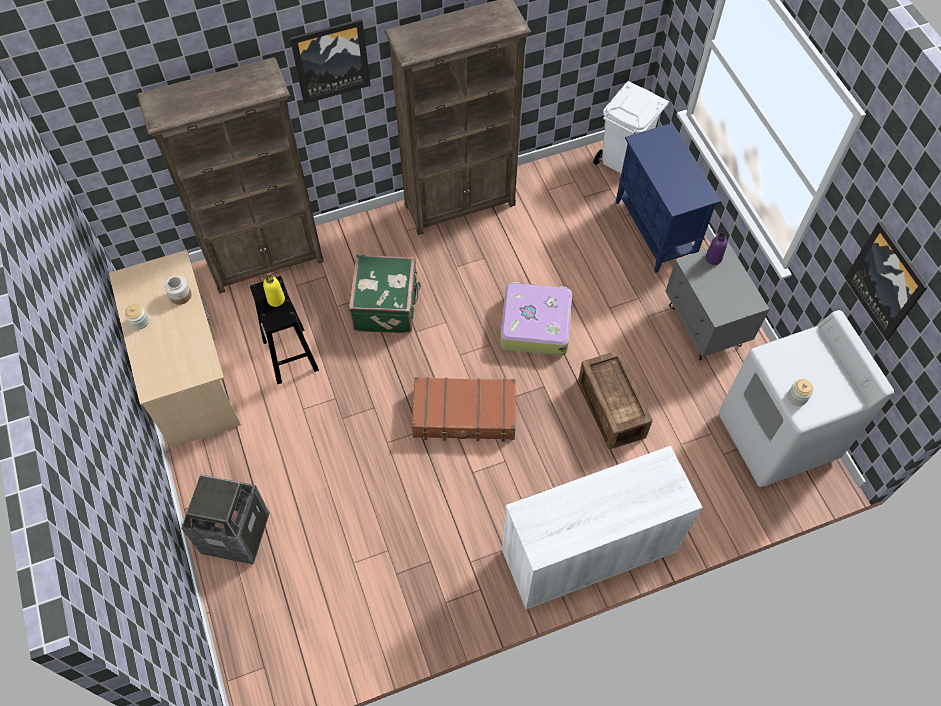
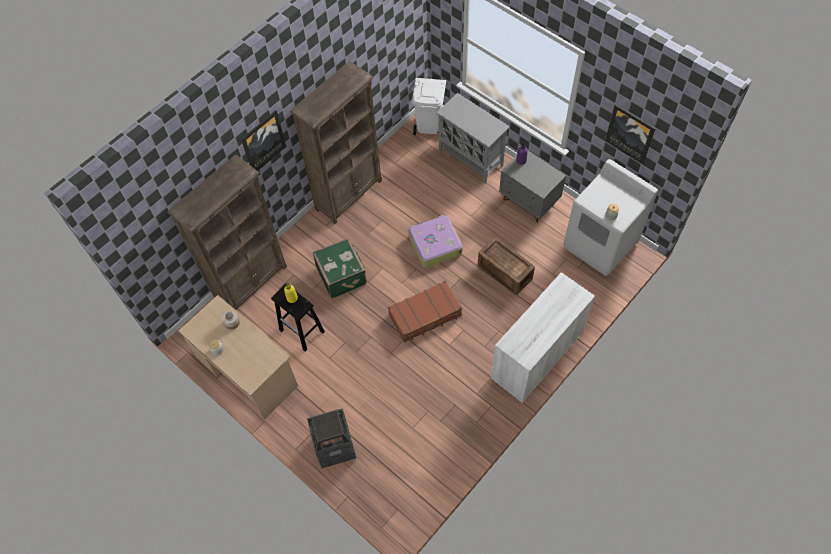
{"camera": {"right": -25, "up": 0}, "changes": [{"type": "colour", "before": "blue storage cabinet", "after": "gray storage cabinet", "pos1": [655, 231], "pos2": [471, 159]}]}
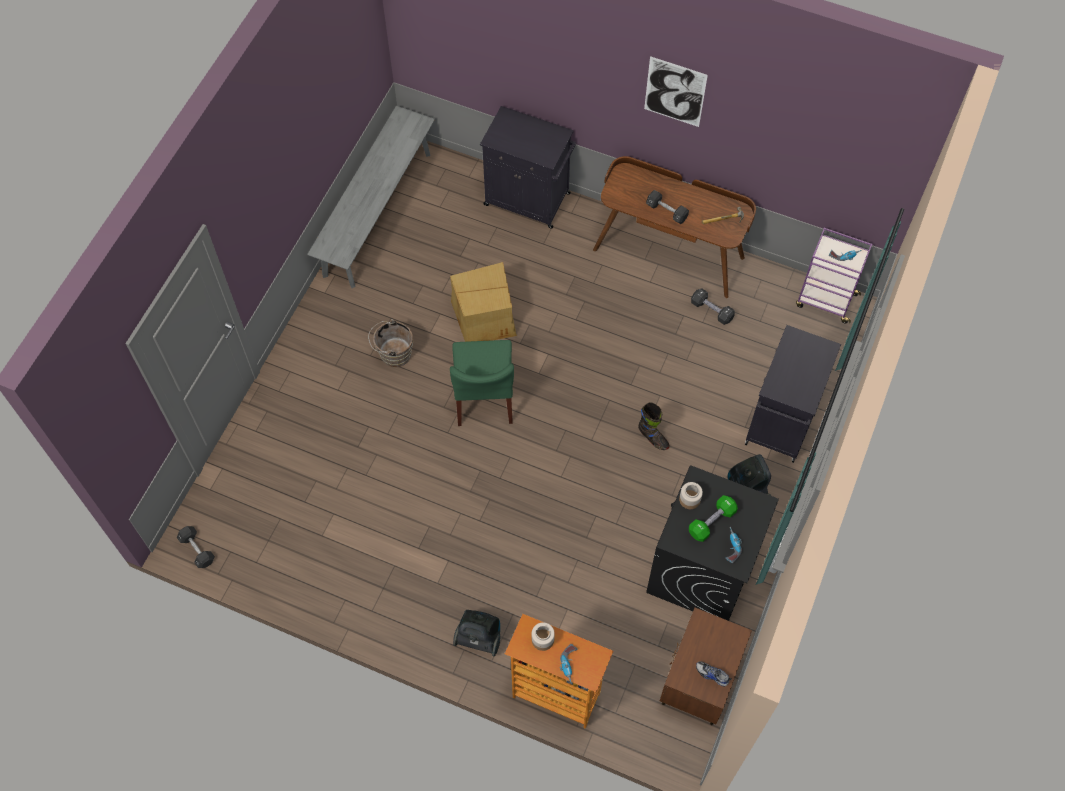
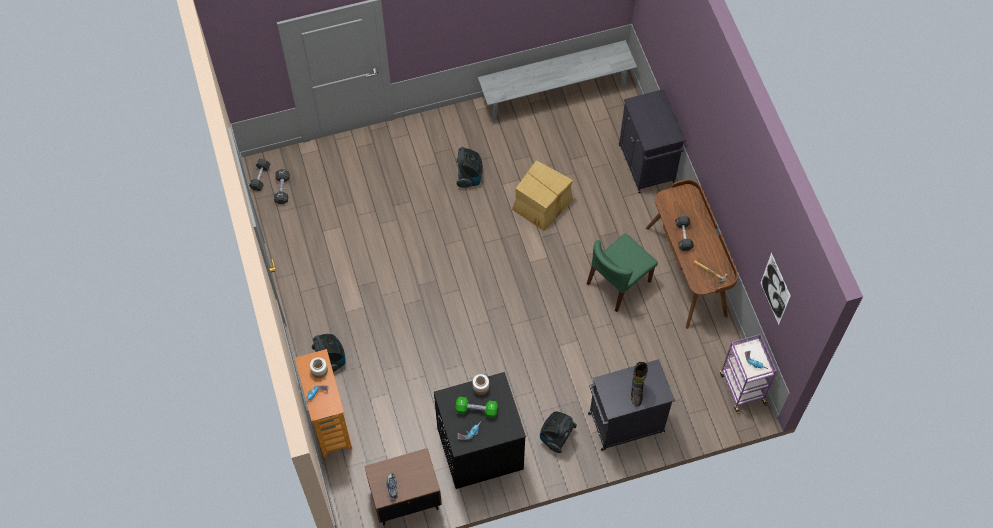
{"camera": {"right": 50, "up": 0}, "changes": [{"type": "relocated", "before": "green upright chair", "pos1": [484, 397], "pos2": [618, 283]}, {"type": "relocated", "before": "black-coloured tall boot", "pos1": [653, 438], "pos2": [636, 392]}, {"type": "relocated", "before": "wall art", "pos1": [675, 92], "pos2": [775, 289]}, {"type": "relocated", "before": "black-coloured dumbbell", "pos1": [711, 310], "pos2": [282, 190]}, {"type": "exchanged", "before": "brown water bucket", "after": "vacuum", "pos1": [393, 354], "pos2": [469, 176]}]}
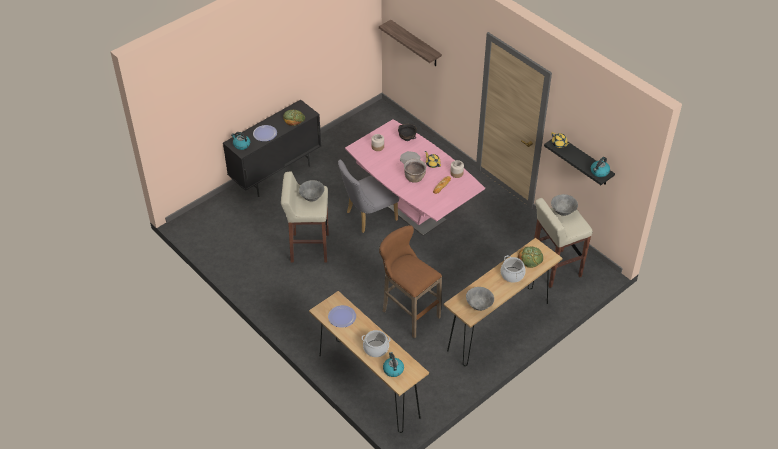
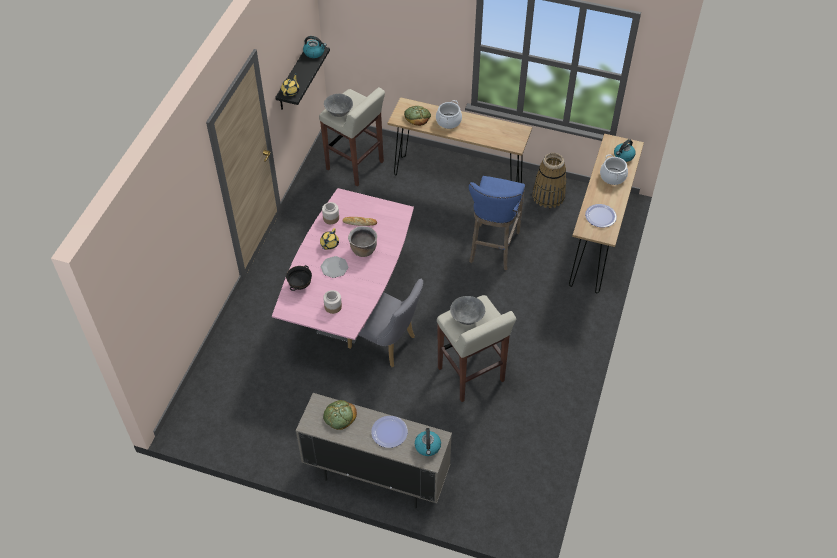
{"camera": {"right": -120, "up": 5}, "changes": [{"type": "missing", "before": "bracket shelf", "pos1": [415, 44]}, {"type": "missing", "before": "gray serving bowl", "pos1": [479, 306]}, {"type": "appeared", "after": "storage basket", "pos2": [548, 196]}, {"type": "colour", "before": "black-coloured storage cabinet", "after": "sand-coloured storage cabinet", "pos1": [276, 174], "pos2": [376, 477]}, {"type": "colour", "before": "brown sitting stool", "after": "blue sitting stool", "pos1": [408, 313], "pos2": [493, 249]}]}
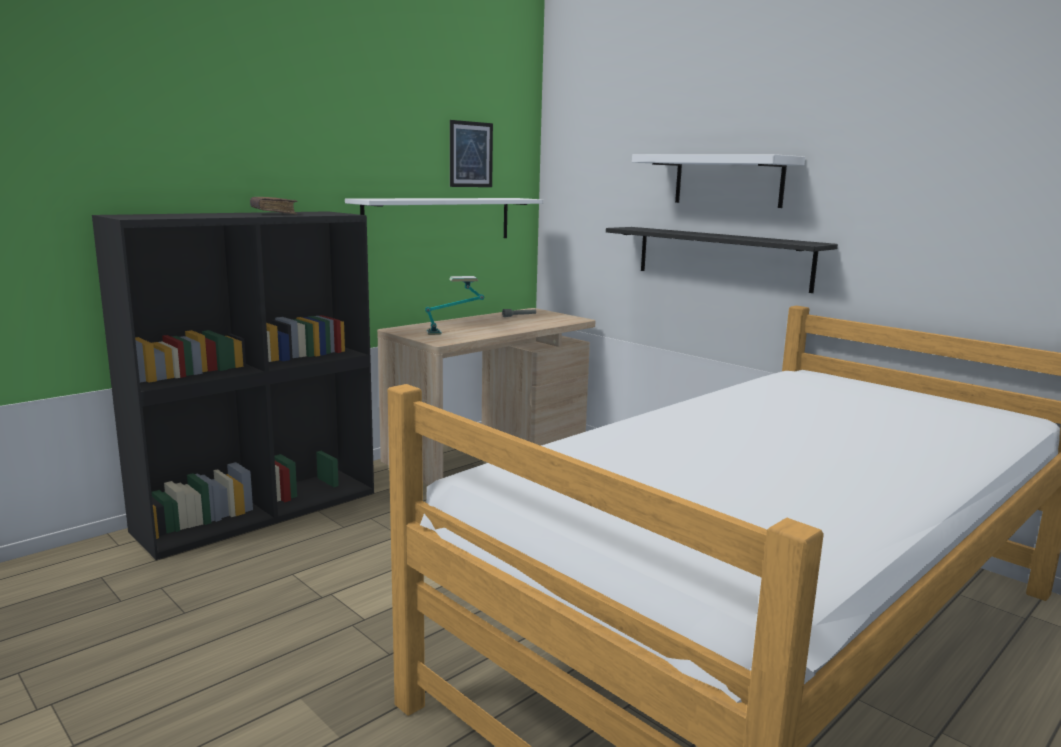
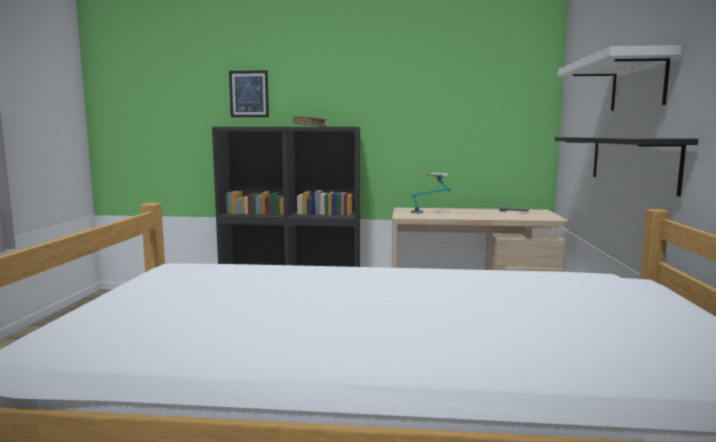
{"camera": {"right": 50, "up": -5}, "changes": [{"type": "missing", "before": "white bracket shelf", "pos1": [439, 219]}, {"type": "relocated", "before": "wall art", "pos1": [471, 154], "pos2": [249, 94]}]}
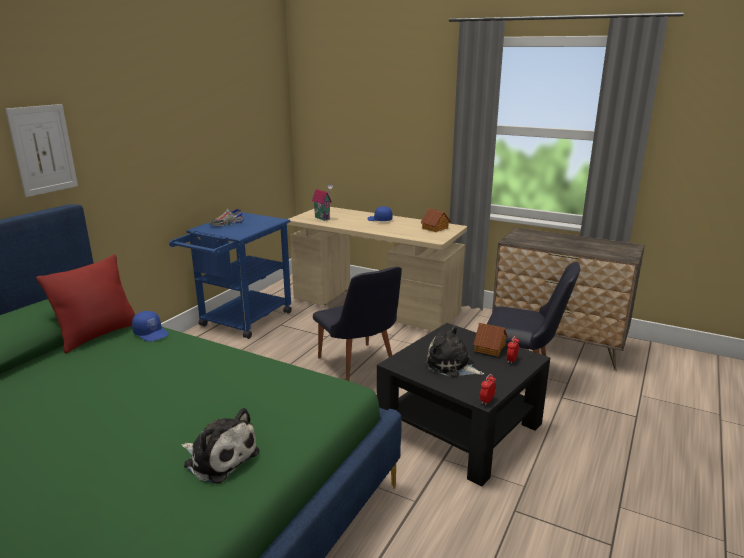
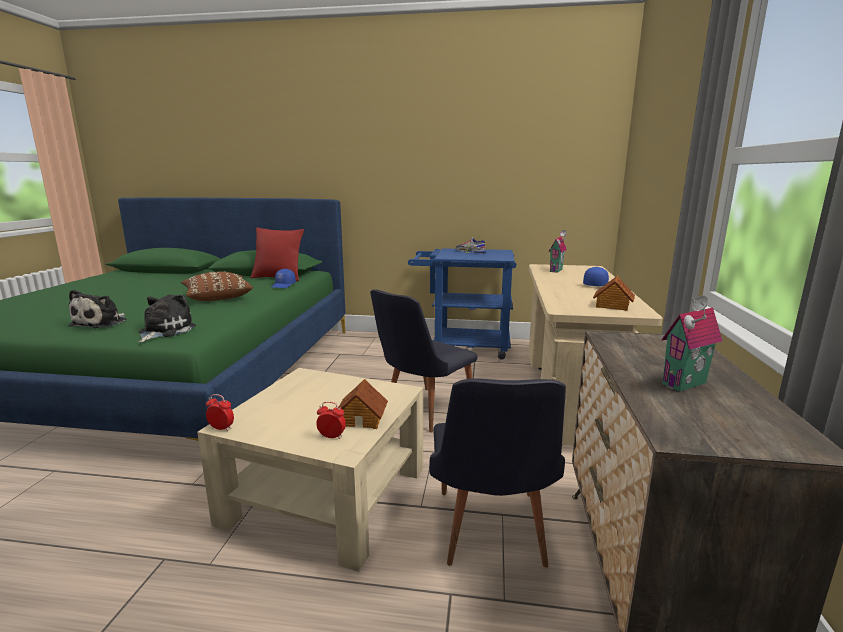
{"camera": {"right": 70, "up": -5}, "changes": [{"type": "missing", "before": "wall art", "pos1": [43, 149]}, {"type": "appeared", "after": "brown cushion", "pos2": [218, 297]}, {"type": "appeared", "after": "toy house", "pos2": [686, 385]}, {"type": "relocated", "before": "soft toy", "pos1": [452, 366], "pos2": [164, 331]}, {"type": "colour", "before": "black-coloured coffee table", "after": "sand-coloured coffee table", "pos1": [460, 428], "pos2": [326, 494]}]}
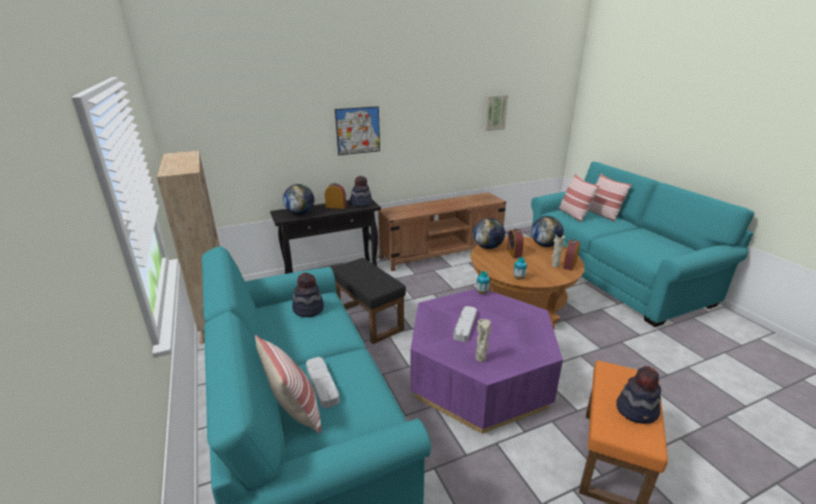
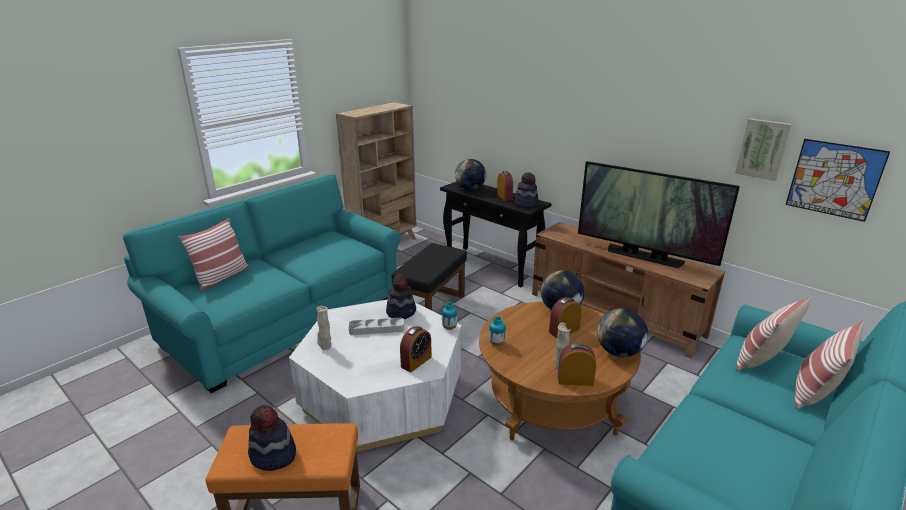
{"camera": {"right": 65, "up": 0}, "changes": [{"type": "missing", "before": "gray serving tray", "pos1": [322, 384]}, {"type": "appeared", "after": "bedside clock", "pos2": [416, 362]}, {"type": "appeared", "after": "television", "pos2": [643, 256]}, {"type": "relocated", "before": "wearable hat", "pos1": [308, 309], "pos2": [401, 311]}, {"type": "relocated", "before": "wall art", "pos1": [358, 130], "pos2": [834, 179]}, {"type": "colour", "before": "purple coffee table", "after": "white coffee table", "pos1": [479, 376], "pos2": [383, 394]}]}
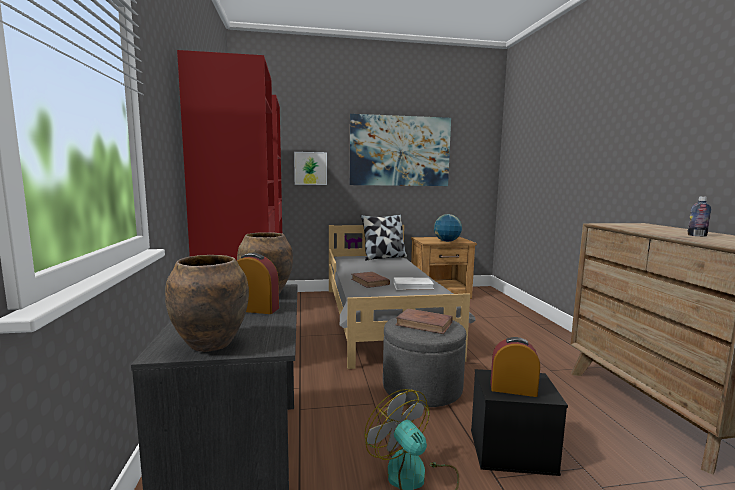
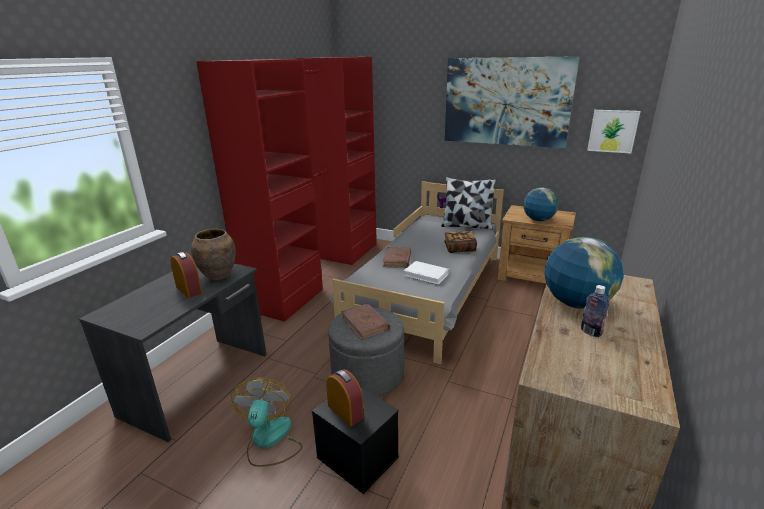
{"camera": {"right": 35, "up": 15}, "changes": [{"type": "missing", "before": "brown flower vase", "pos1": [211, 344]}, {"type": "appeared", "after": "book", "pos2": [459, 248]}, {"type": "appeared", "after": "globe", "pos2": [576, 303]}, {"type": "relocated", "before": "wall art", "pos1": [310, 168], "pos2": [612, 131]}]}
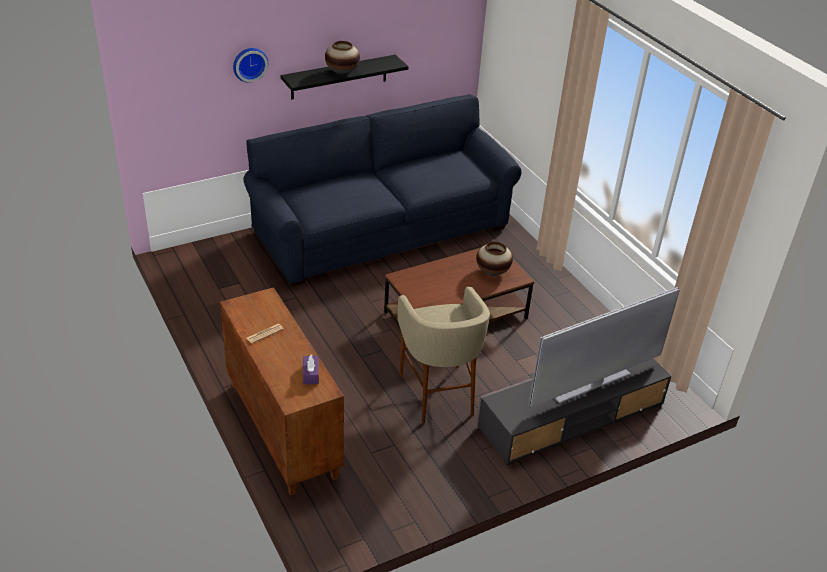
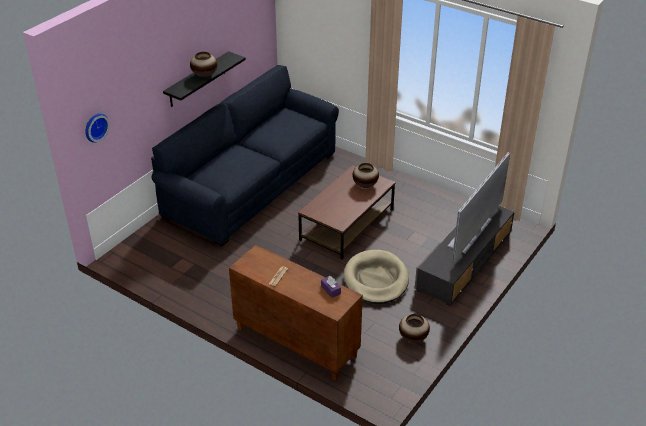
{"camera": {"right": -25, "up": 0}, "changes": [{"type": "appeared", "after": "flower vase", "pos2": [413, 337]}, {"type": "relocated", "before": "clock on the wall", "pos1": [249, 63], "pos2": [95, 127]}, {"type": "exchanged", "before": "sand-coloured sitting stool", "after": "sand-coloured dog cushion", "pos1": [438, 394], "pos2": [376, 279]}]}
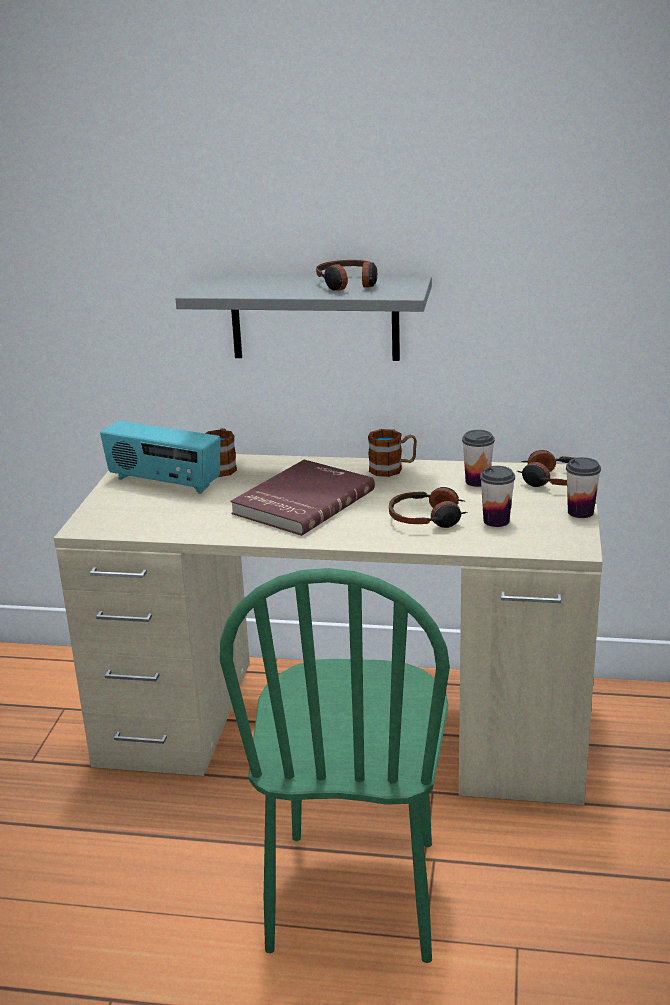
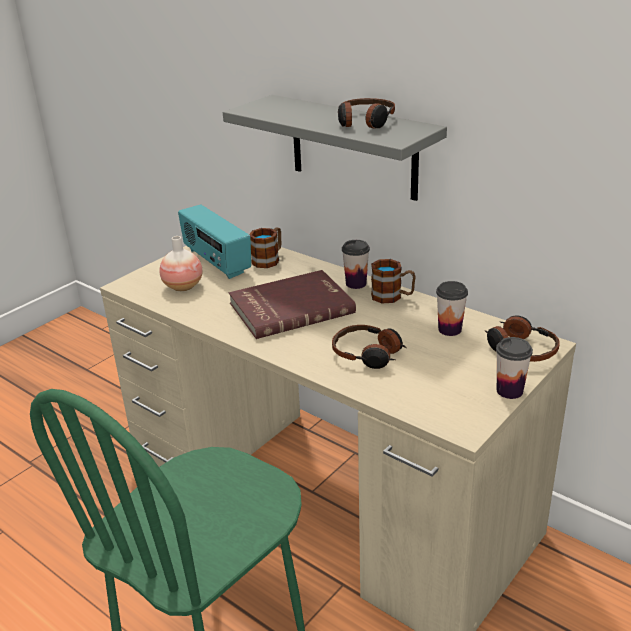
{"camera": {"right": 30, "up": 5}, "changes": [{"type": "appeared", "after": "flower vase", "pos2": [183, 286]}, {"type": "relocated", "before": "cup", "pos1": [496, 521], "pos2": [356, 283]}]}
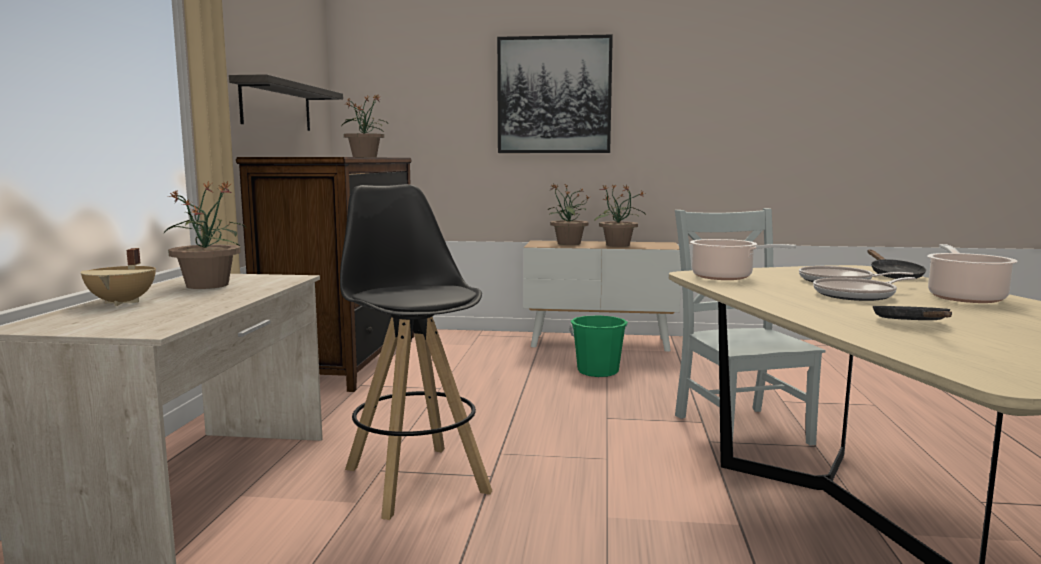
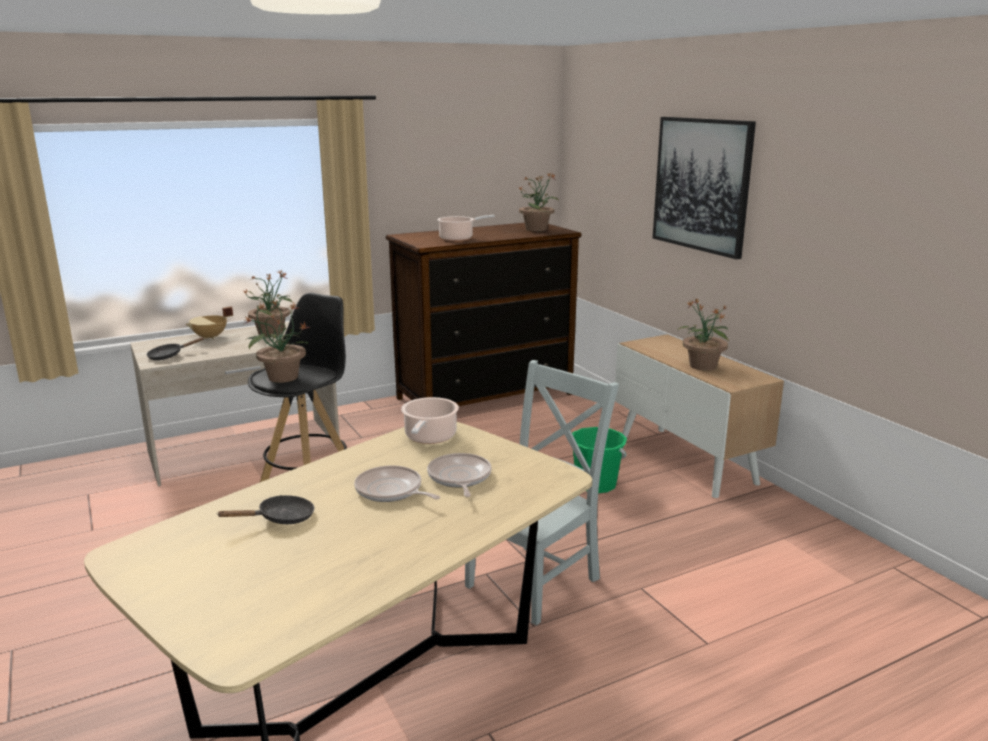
{"camera": {"right": 55, "up": 10}, "changes": [{"type": "missing", "before": "bracket shelf", "pos1": [277, 106]}, {"type": "relocated", "before": "potted plant", "pos1": [568, 243], "pos2": [282, 377]}, {"type": "relocated", "before": "black-coloured pan", "pos1": [893, 275], "pos2": [169, 356]}, {"type": "relocated", "before": "stockpot", "pos1": [964, 297], "pos2": [458, 238]}]}
